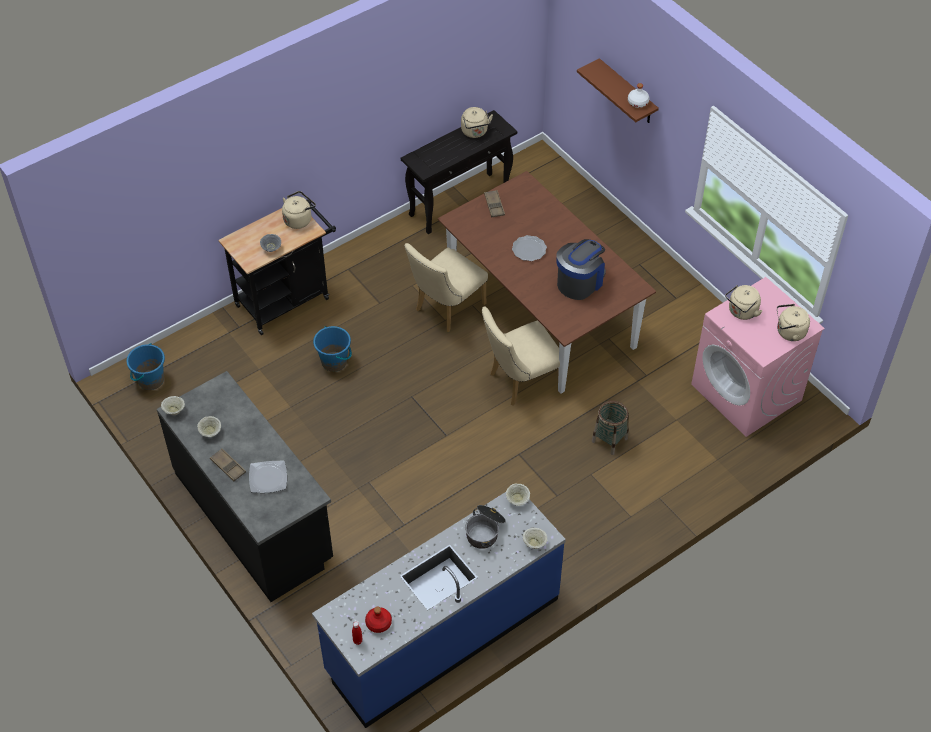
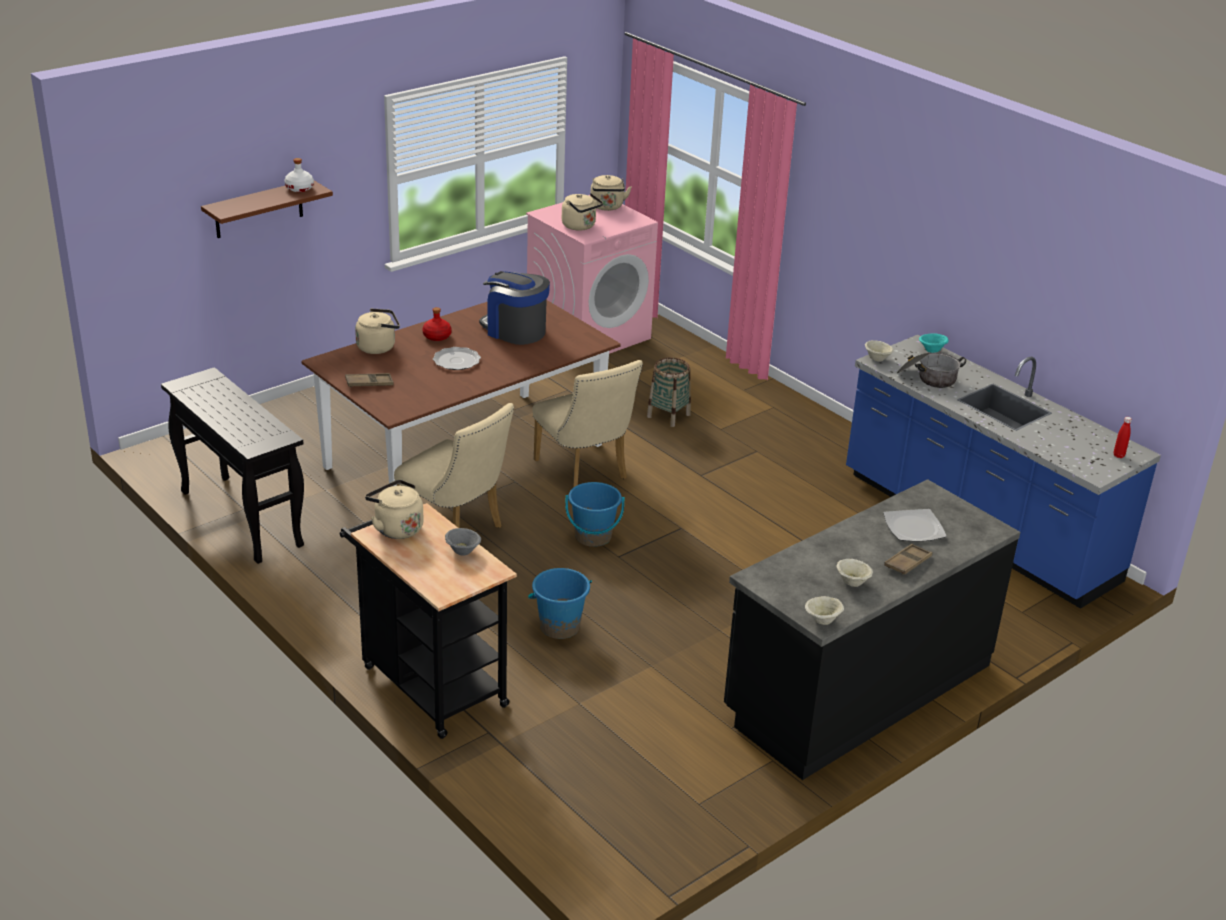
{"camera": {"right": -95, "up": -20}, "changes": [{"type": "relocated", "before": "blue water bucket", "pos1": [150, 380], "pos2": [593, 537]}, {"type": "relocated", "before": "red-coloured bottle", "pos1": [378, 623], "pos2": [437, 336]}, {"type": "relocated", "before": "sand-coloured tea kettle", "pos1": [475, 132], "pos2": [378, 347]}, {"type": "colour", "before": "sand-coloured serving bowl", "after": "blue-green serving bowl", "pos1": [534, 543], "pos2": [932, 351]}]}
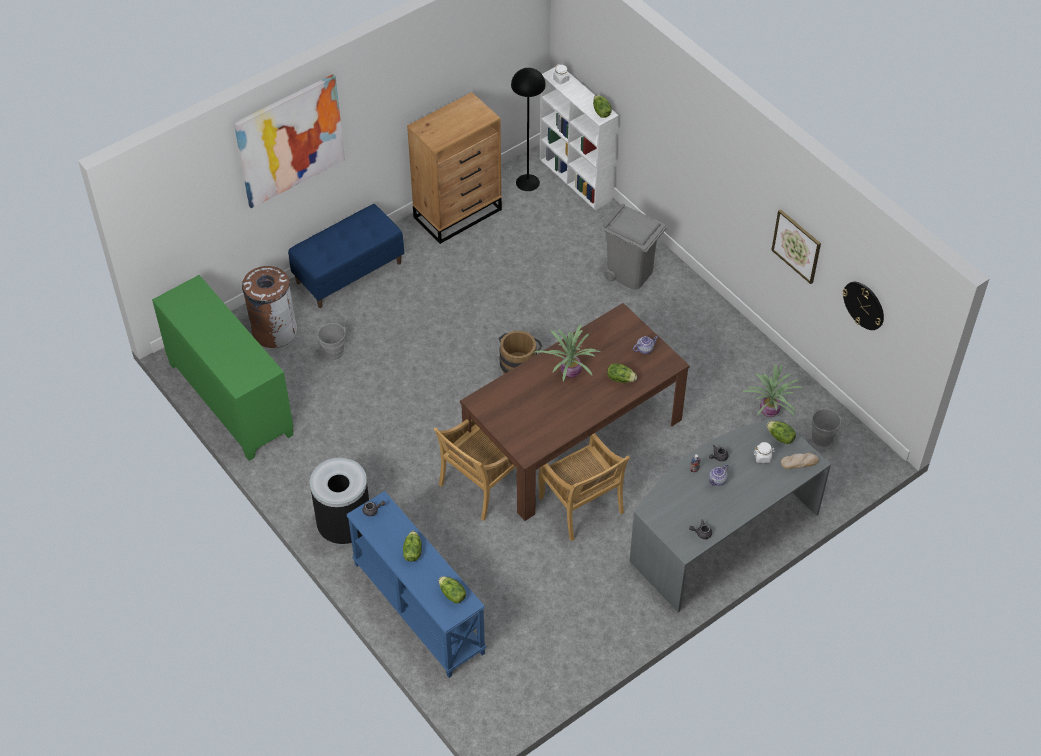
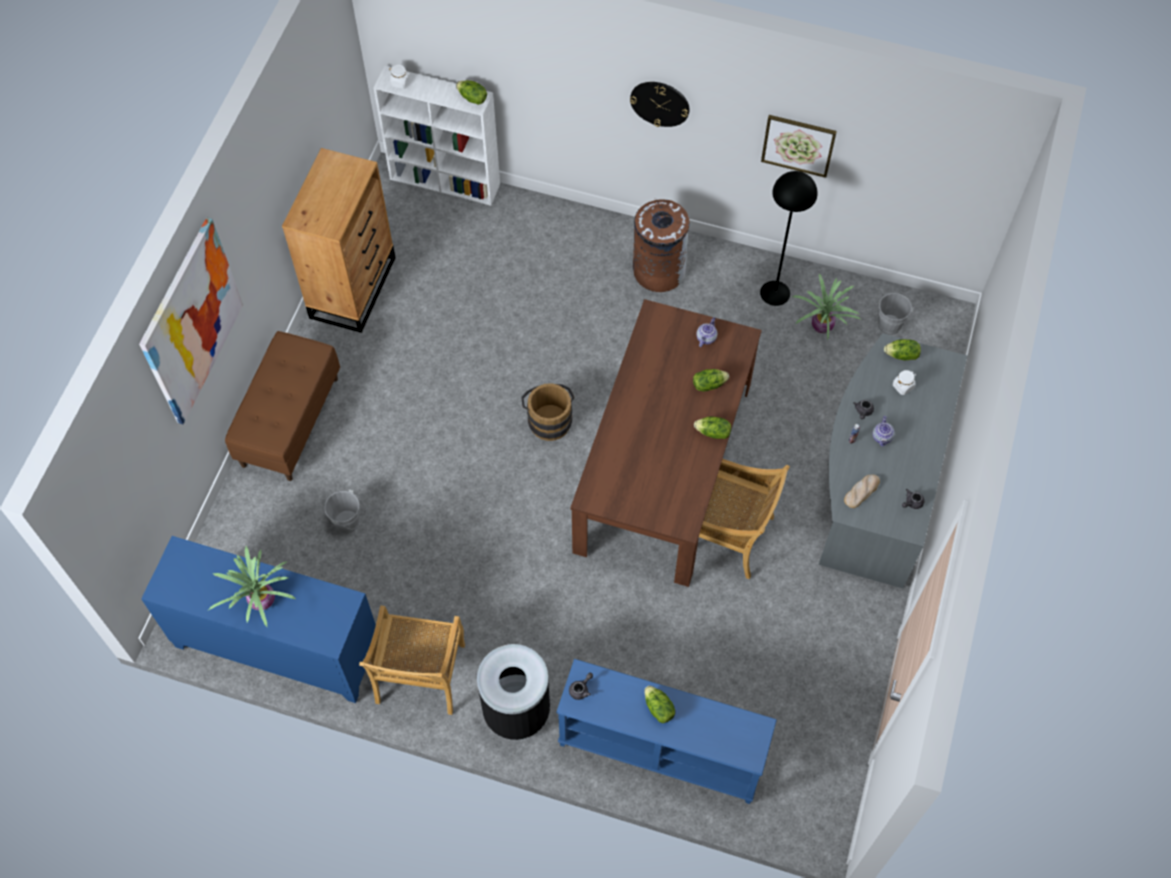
{"camera": {"right": -35, "up": 10}, "changes": [{"type": "missing", "before": "gray trash can", "pos1": [630, 273]}, {"type": "relocated", "before": "brown trash can", "pos1": [274, 330], "pos2": [658, 271]}, {"type": "relocated", "before": "sand-coloured upright chair", "pos1": [480, 486], "pos2": [420, 676]}, {"type": "relocated", "before": "lettuce", "pos1": [452, 594], "pos2": [713, 433]}, {"type": "relocated", "before": "black-coloured standard lamp", "pos1": [527, 182], "pos2": [774, 293]}, {"type": "relocated", "before": "potted plant", "pos1": [569, 371], "pos2": [260, 600]}, {"type": "relocated", "before": "baked bread", "pos1": [799, 462], "pos2": [861, 491]}, {"type": "relocated", "before": "clock on the wall", "pos1": [864, 305], "pos2": [660, 103]}, {"type": "colour", "before": "green storage cabinet", "after": "blue storage cabinet", "pos1": [229, 399], "pos2": [277, 646]}, {"type": "colour", "before": "blue long seat", "after": "brown long seat", "pos1": [349, 272], "pos2": [290, 421]}]}
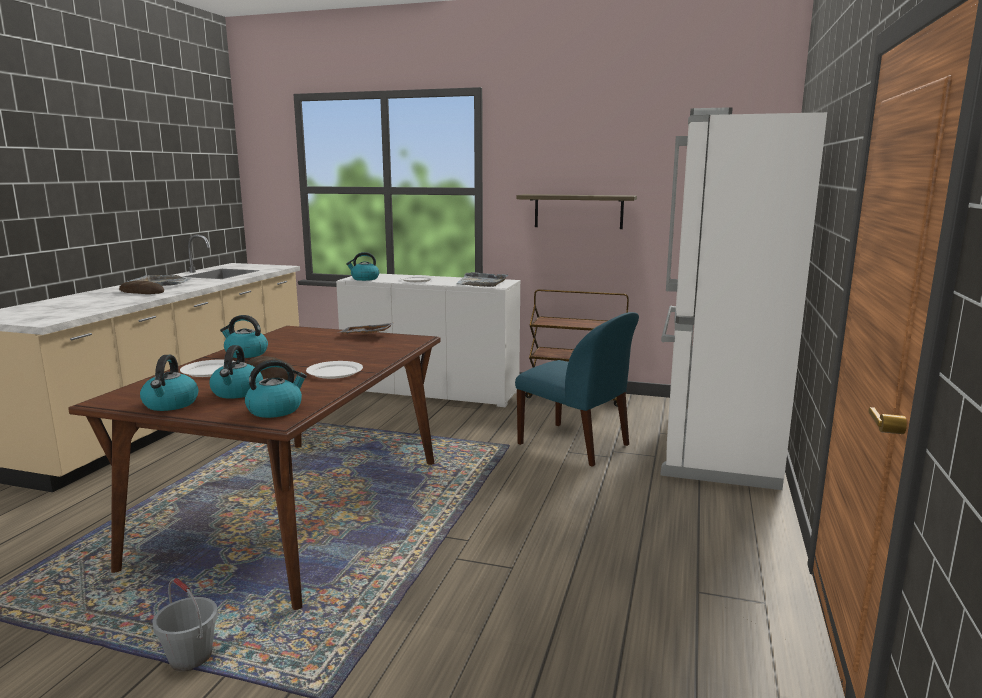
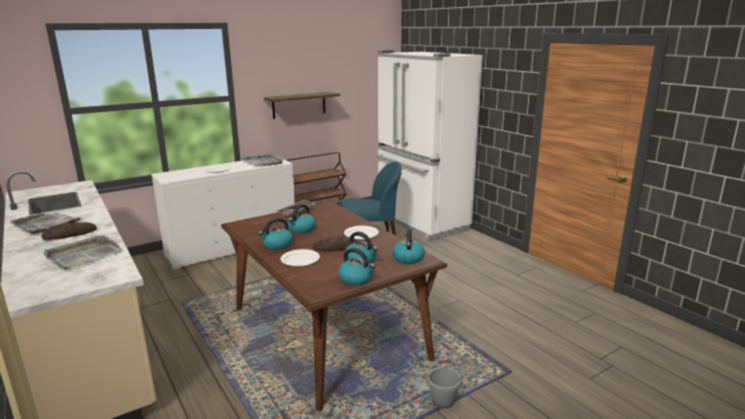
{"camera": {"right": -50, "up": 5}, "changes": [{"type": "appeared", "after": "gray serving tray", "pos2": [83, 255]}, {"type": "relocated", "before": "tea kettle", "pos1": [364, 279], "pos2": [301, 230]}]}
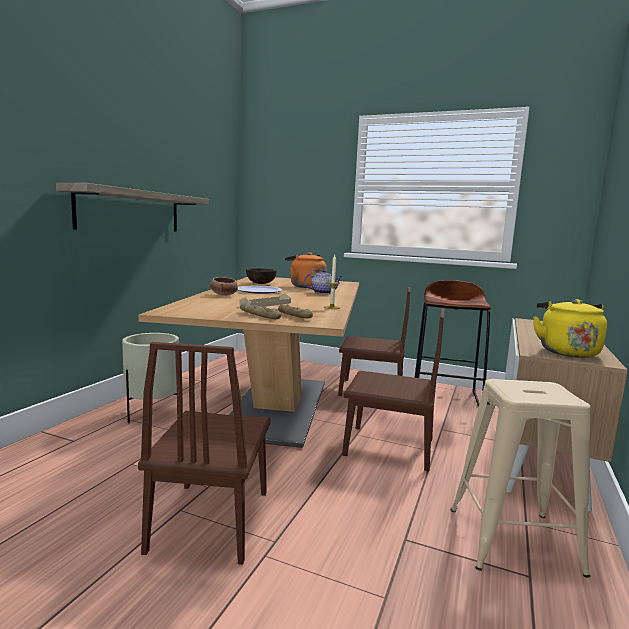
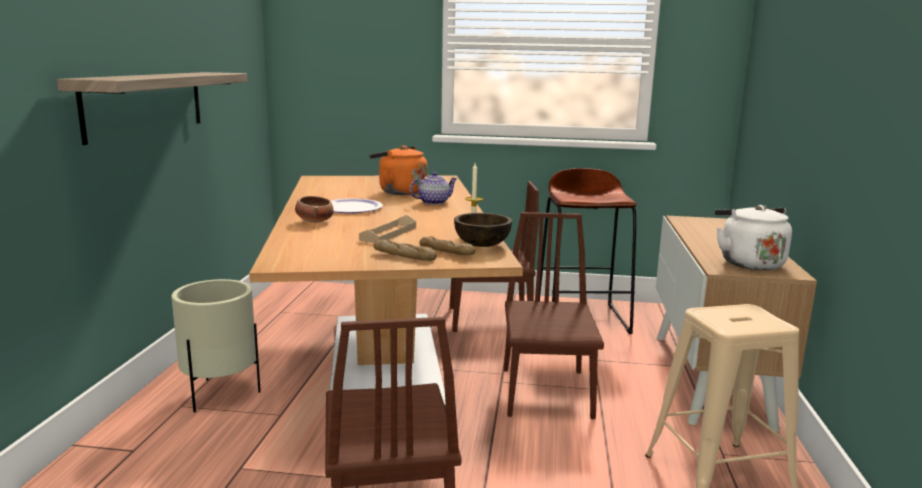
{"camera": {"right": -15, "up": 5}, "changes": [{"type": "relocated", "before": "brown serving bowl", "pos1": [260, 283], "pos2": [481, 245]}, {"type": "colour", "before": "yellow-coloured tea kettle", "after": "white tea kettle", "pos1": [566, 351], "pos2": [748, 263]}, {"type": "spun", "before": "brown upright chair", "pos1": [388, 447], "pos2": [546, 392], "turn": -90}]}
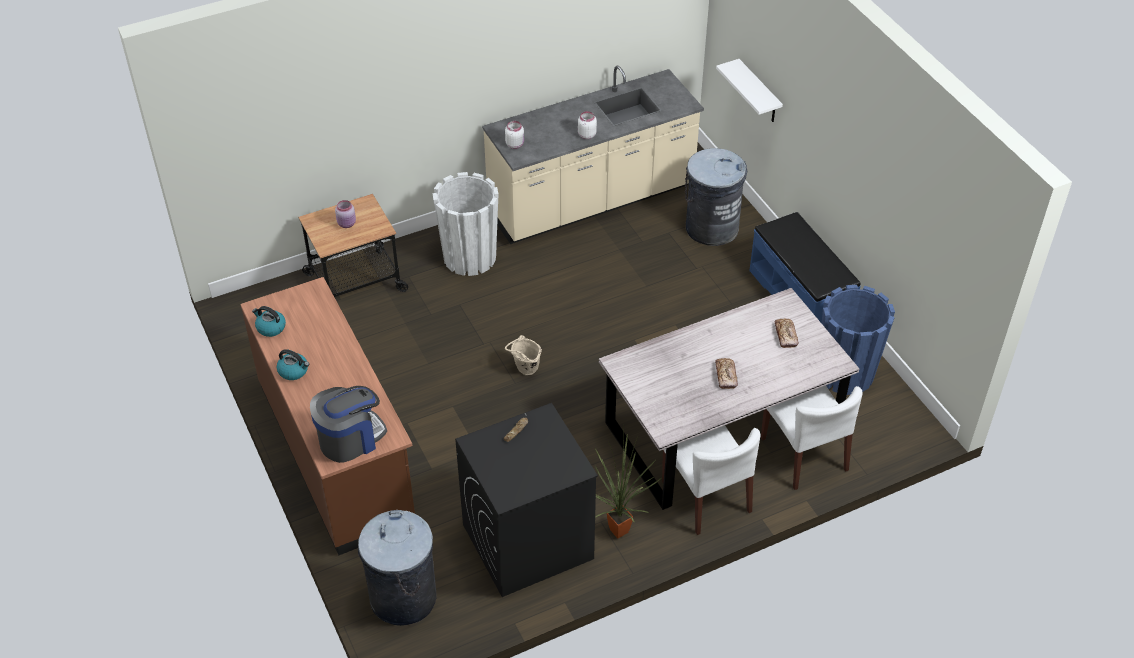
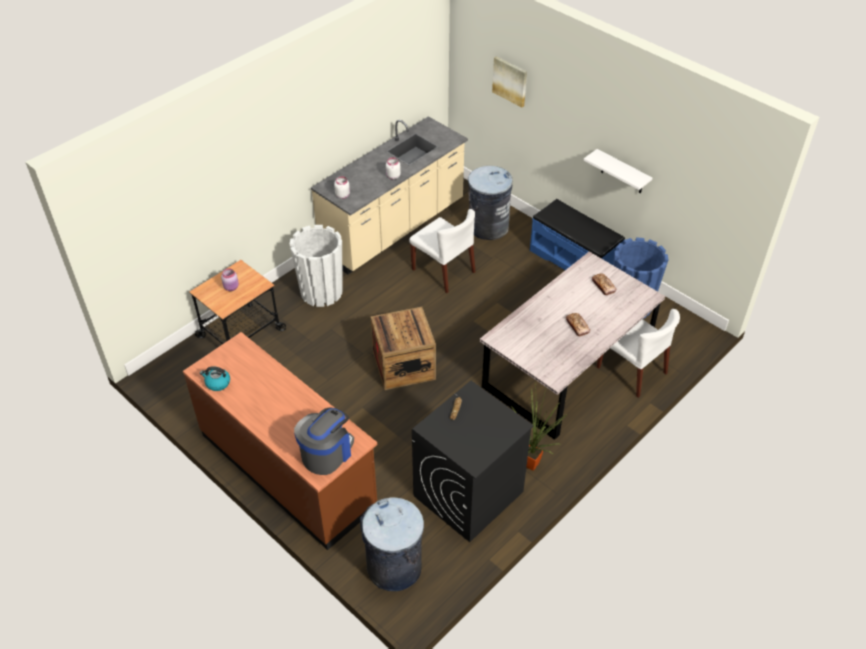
{"camera": {"right": -20, "up": 0}, "changes": [{"type": "missing", "before": "tea kettle", "pos1": [294, 371]}, {"type": "appeared", "after": "wall art", "pos2": [510, 81]}, {"type": "relocated", "before": "white upright chair", "pos1": [707, 497], "pos2": [444, 271]}, {"type": "relocated", "before": "white bracket shelf", "pos1": [759, 93], "pos2": [622, 172]}, {"type": "exchanged", "before": "sand-coloured water bucket", "after": "crate", "pos1": [524, 370], "pos2": [404, 365]}]}
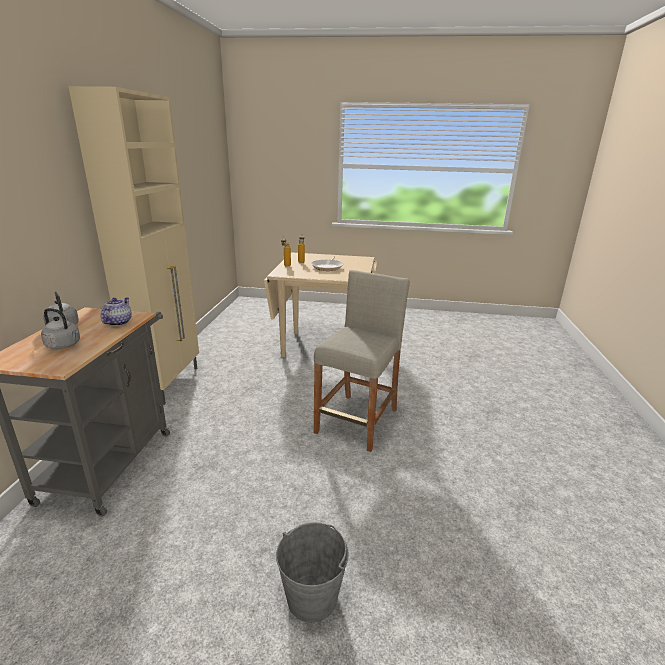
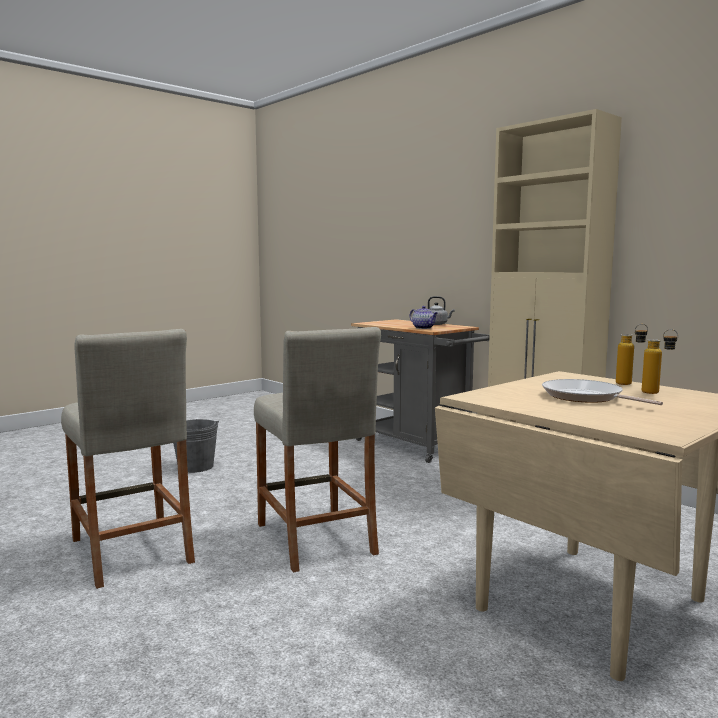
{"camera": {"right": 130, "up": -15}, "changes": [{"type": "missing", "before": "gray tea kettle", "pos1": [65, 345]}, {"type": "appeared", "after": "sand-coloured sitting stool", "pos2": [131, 550]}]}
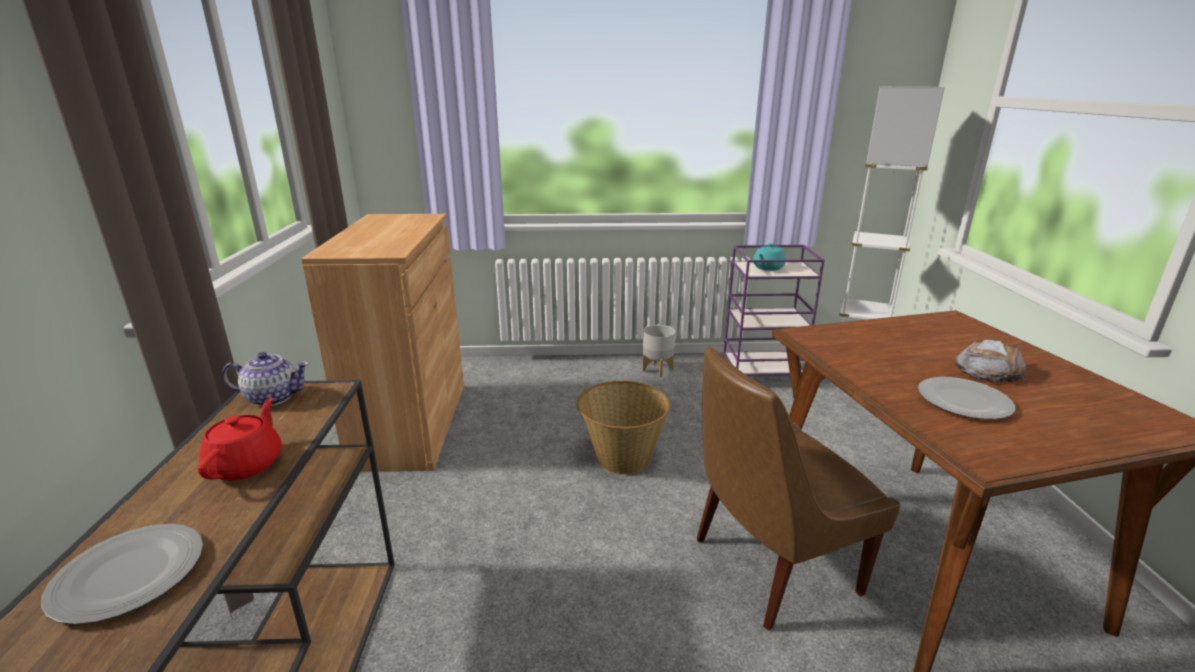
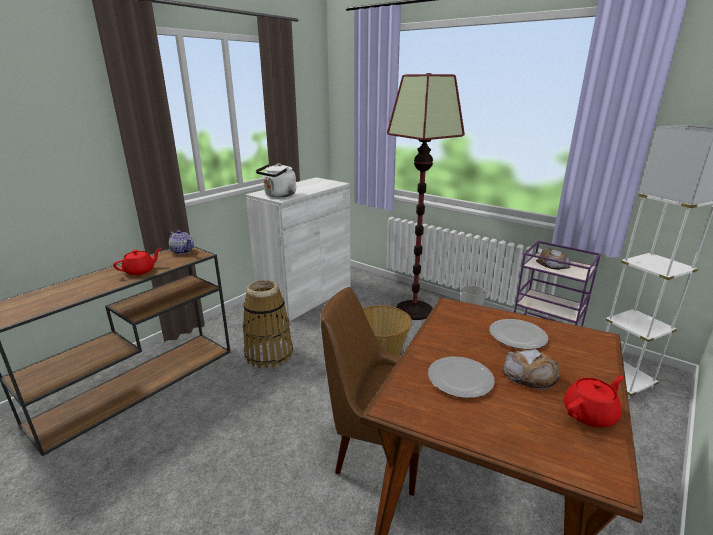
{"camera": {"right": 40, "up": 0}, "changes": [{"type": "appeared", "after": "storage basket", "pos2": [269, 354]}, {"type": "appeared", "after": "white tea kettle", "pos2": [279, 195]}, {"type": "appeared", "after": "standard lamp", "pos2": [413, 310]}, {"type": "appeared", "after": "red-coloured teapot", "pos2": [590, 414]}, {"type": "relocated", "before": "plate", "pos1": [131, 574], "pos2": [518, 336]}, {"type": "exchanged", "before": "blue-green teapot", "after": "baked bread", "pos1": [767, 268], "pos2": [552, 264]}, {"type": "colour", "before": "brown storage cabinet", "after": "white storage cabinet", "pos1": [411, 424], "pos2": [306, 296]}]}
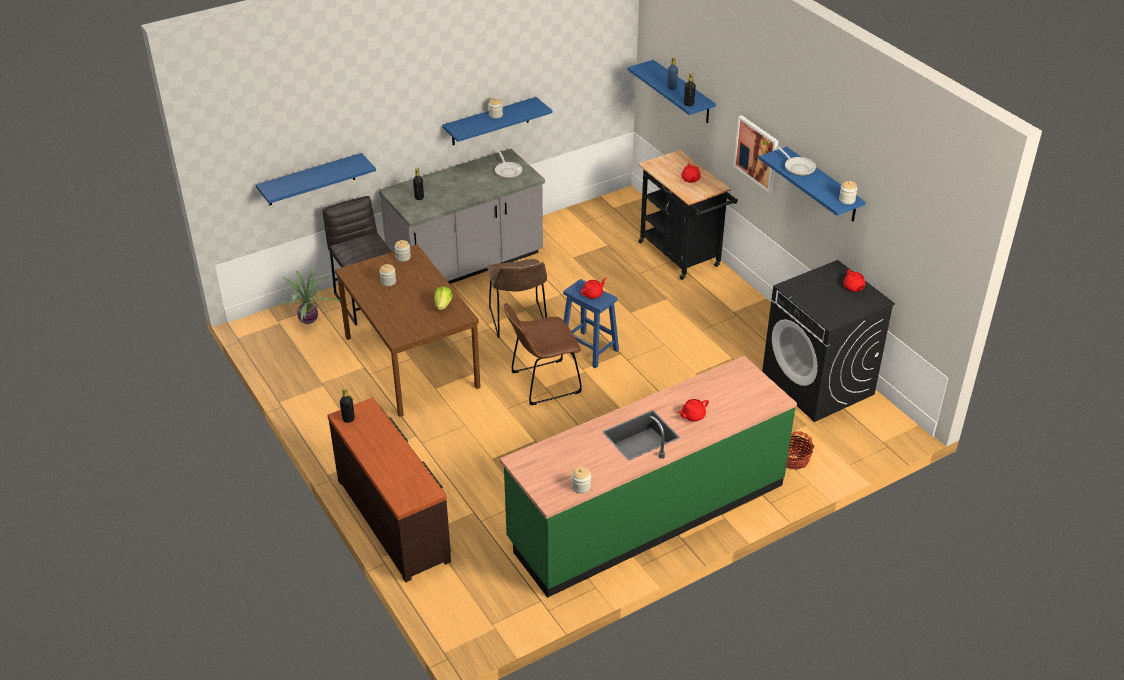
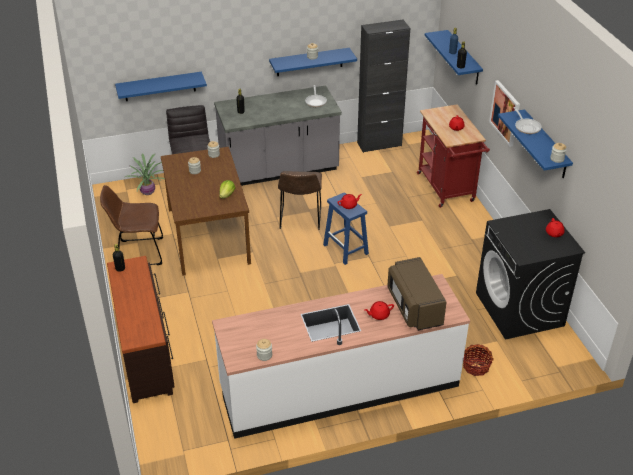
{"camera": {"right": 15, "up": 0}, "changes": [{"type": "appeared", "after": "black-coloured storage cabinet", "pos2": [379, 144]}, {"type": "appeared", "after": "brown microwave", "pos2": [414, 307]}, {"type": "relocated", "before": "brown upright chair", "pos1": [542, 383], "pos2": [138, 253]}, {"type": "colour", "before": "green counter", "after": "white counter", "pos1": [647, 513], "pos2": [339, 387]}, {"type": "colour", "before": "black-coloured trolley", "after": "red-coloured trolley", "pos1": [682, 257], "pos2": [447, 190]}]}
